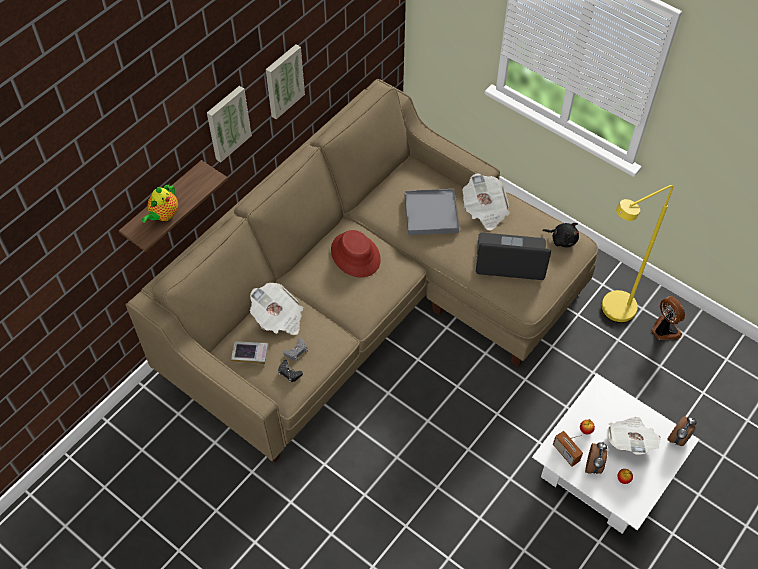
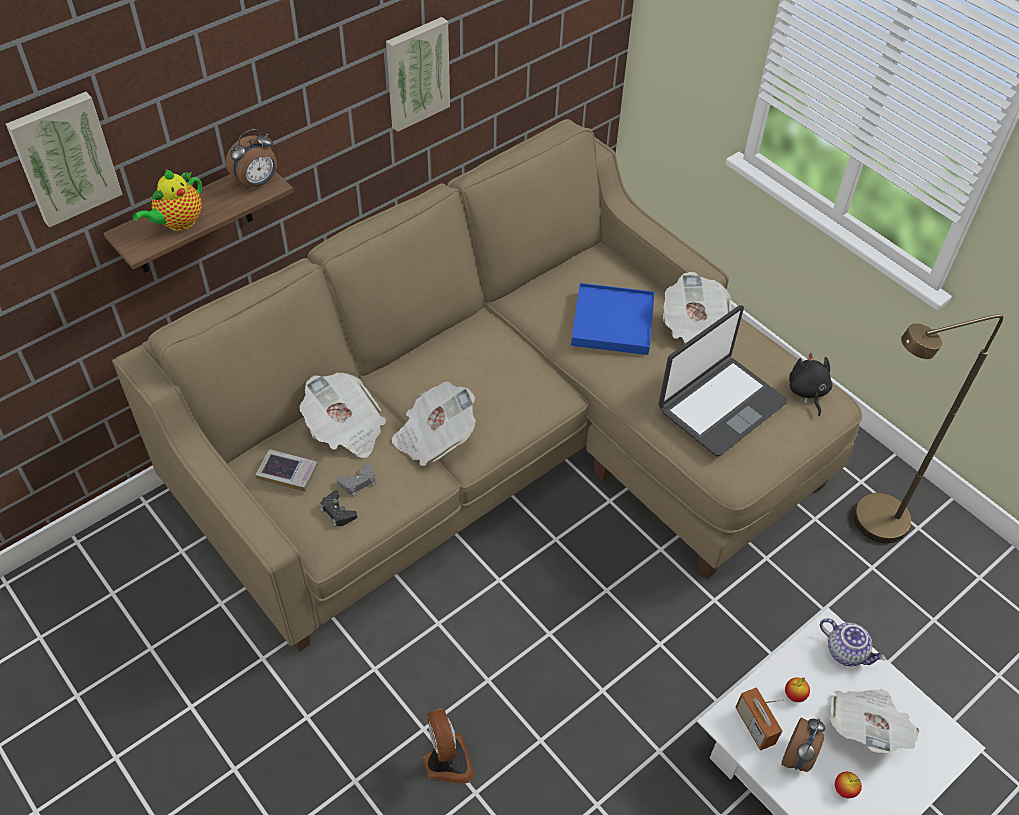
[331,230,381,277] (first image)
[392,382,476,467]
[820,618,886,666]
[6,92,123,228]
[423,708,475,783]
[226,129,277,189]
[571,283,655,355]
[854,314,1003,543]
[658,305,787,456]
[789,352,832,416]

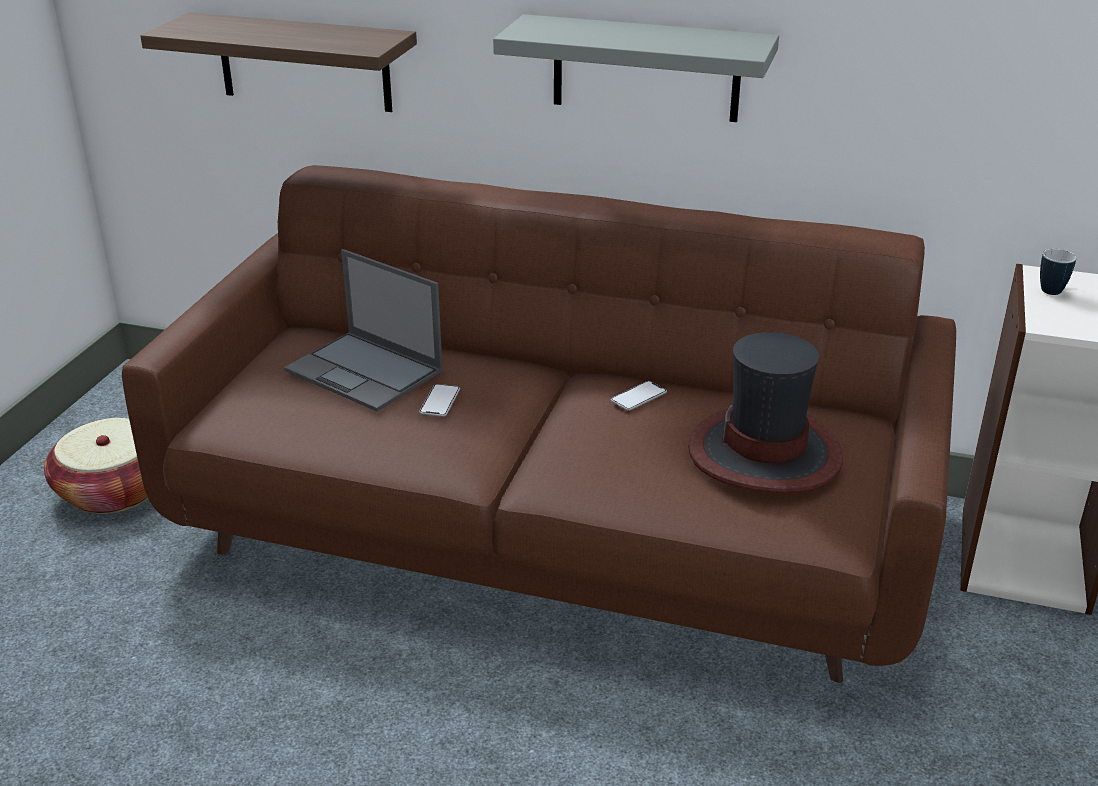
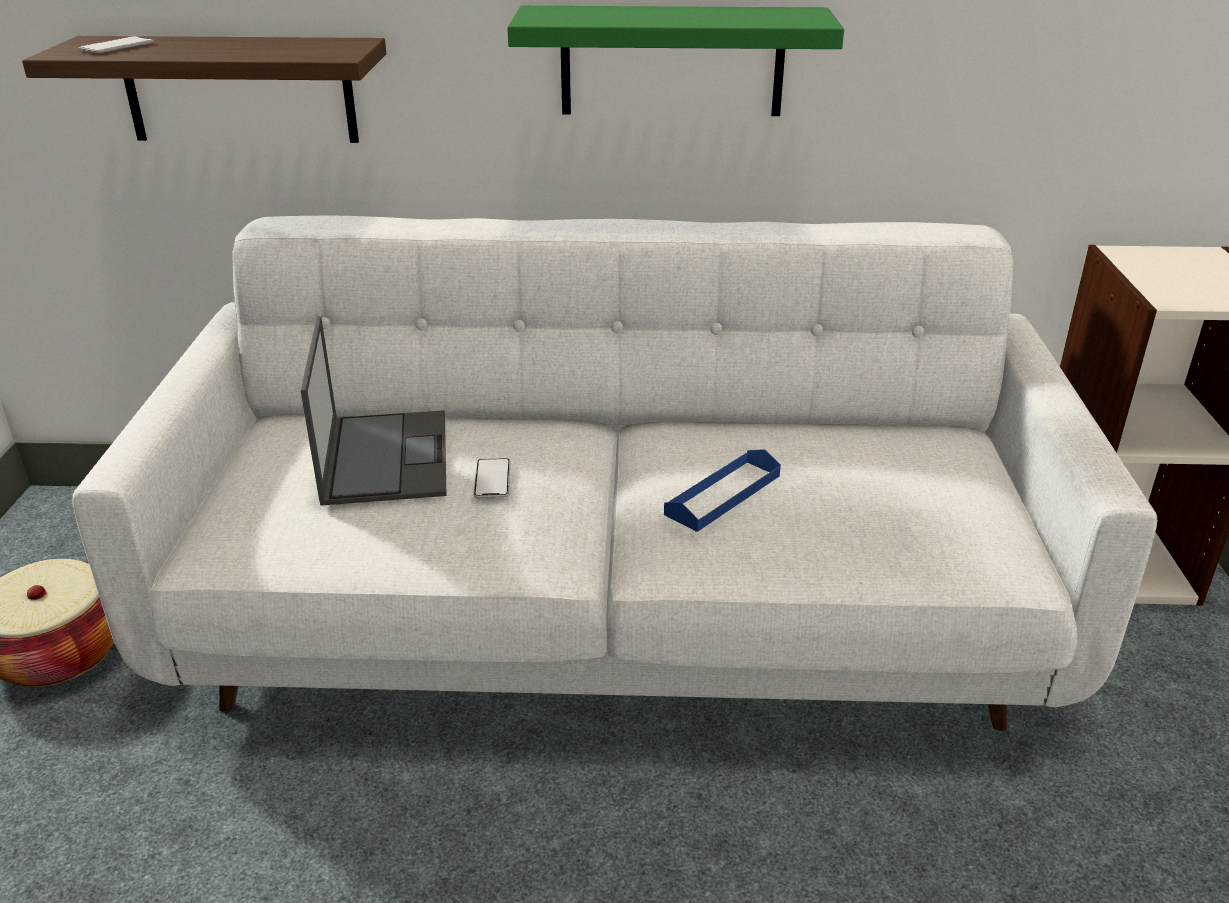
[688,332,843,494] (first image)
[1040,249,1076,295] (first image)
[664,449,781,532]
[78,36,154,53]
[72,216,1157,731]
[507,6,844,116]
[301,316,446,506]

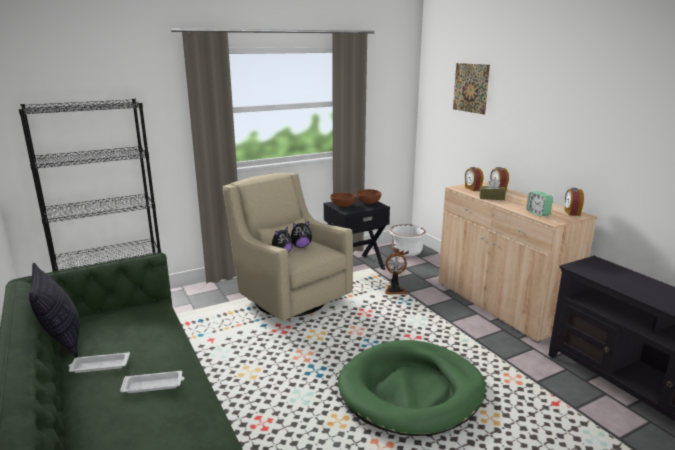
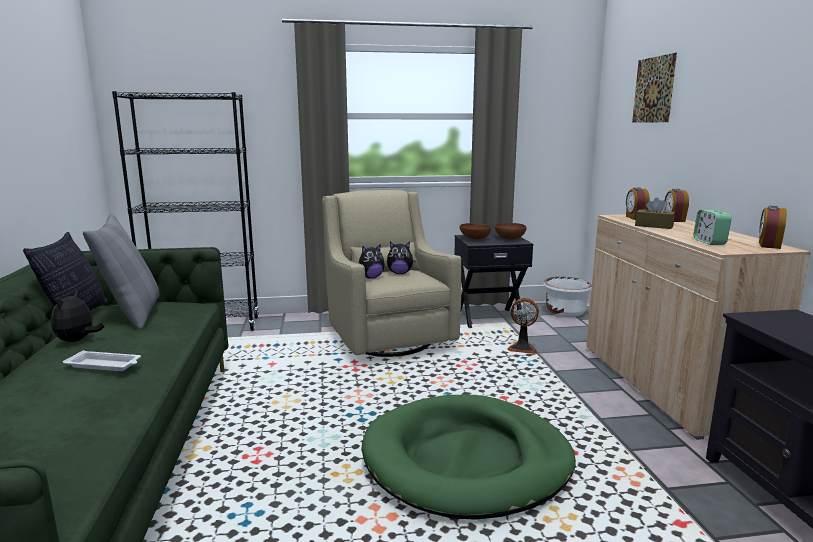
[83,214,159,330]
[51,289,104,342]

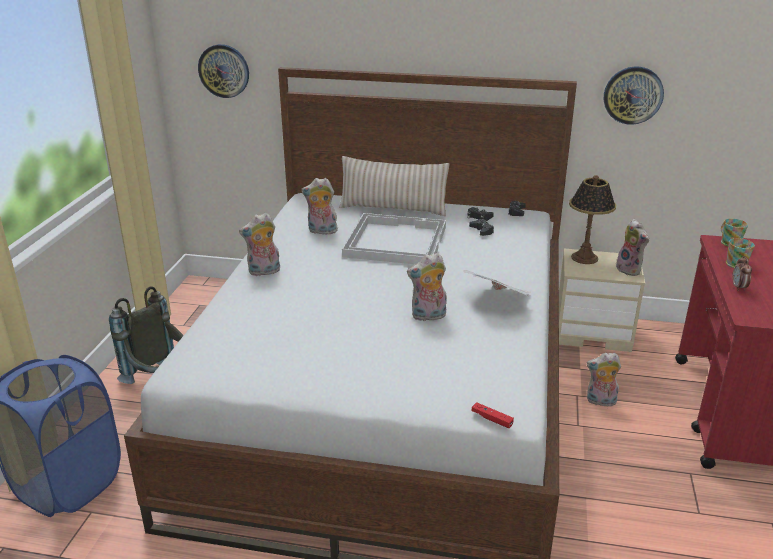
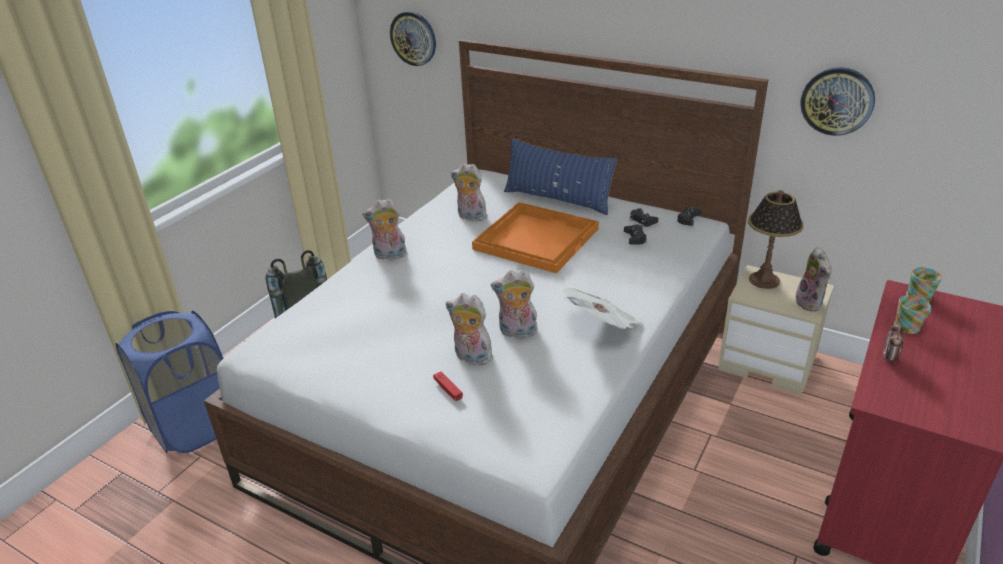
[433,372,463,401]
[446,293,493,365]
[504,138,617,215]
[472,202,599,273]

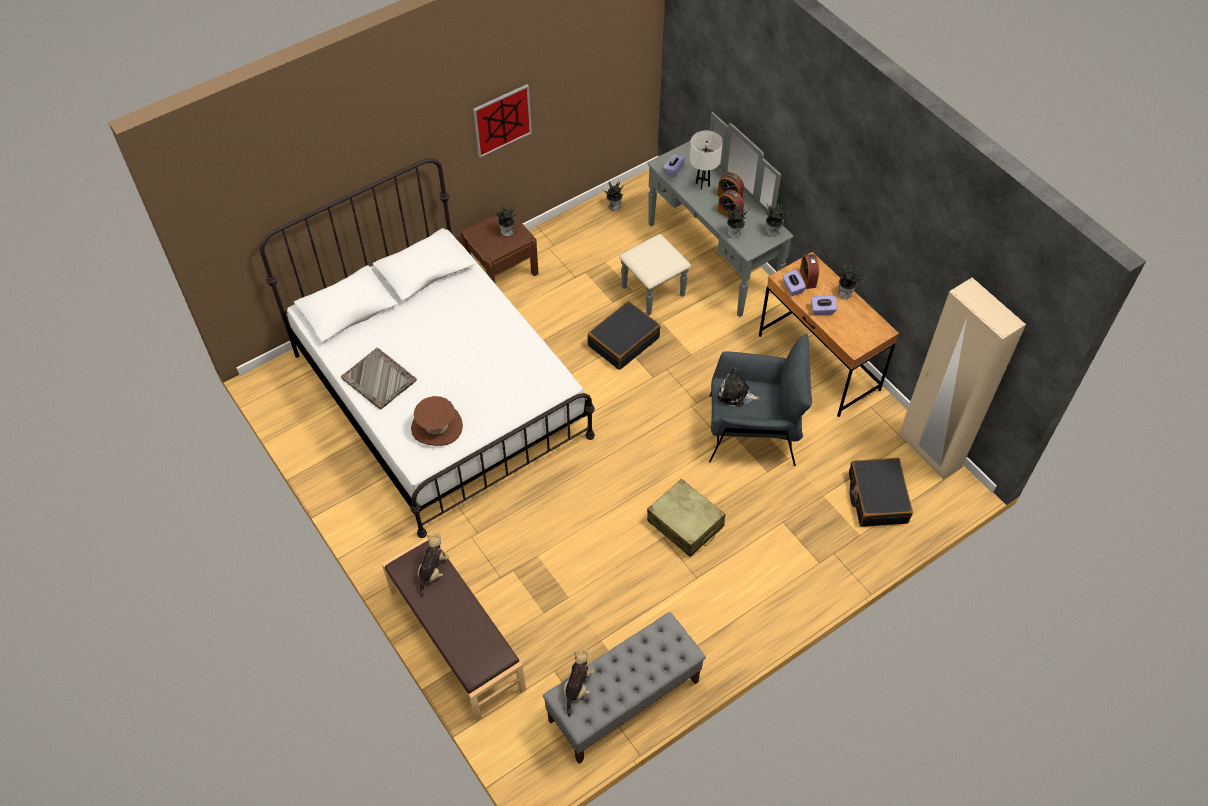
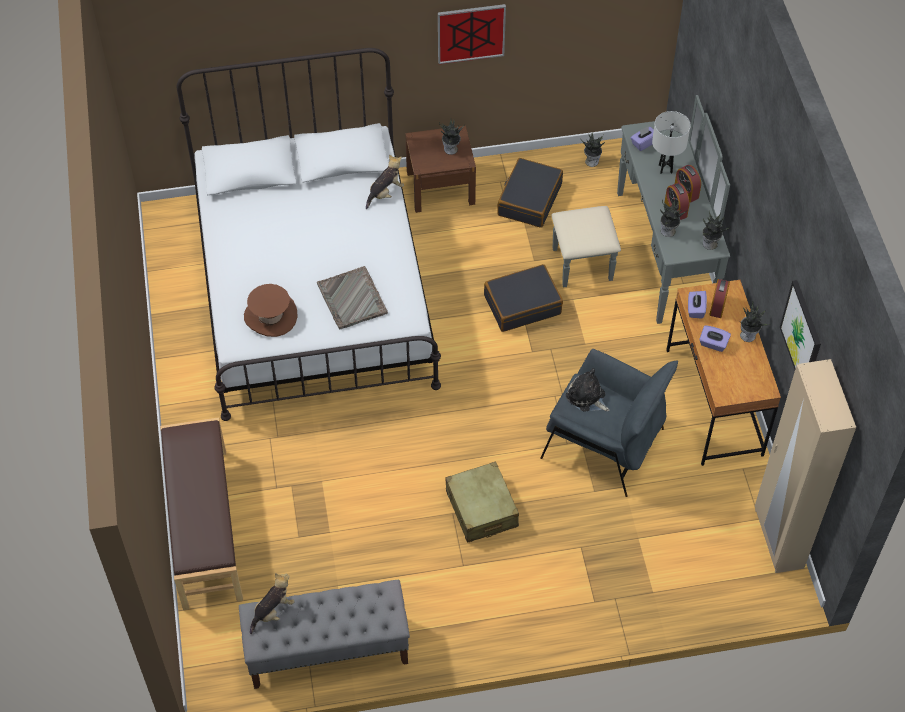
[780,280,821,369]
[317,266,388,330]
[366,155,404,209]
[497,158,563,228]

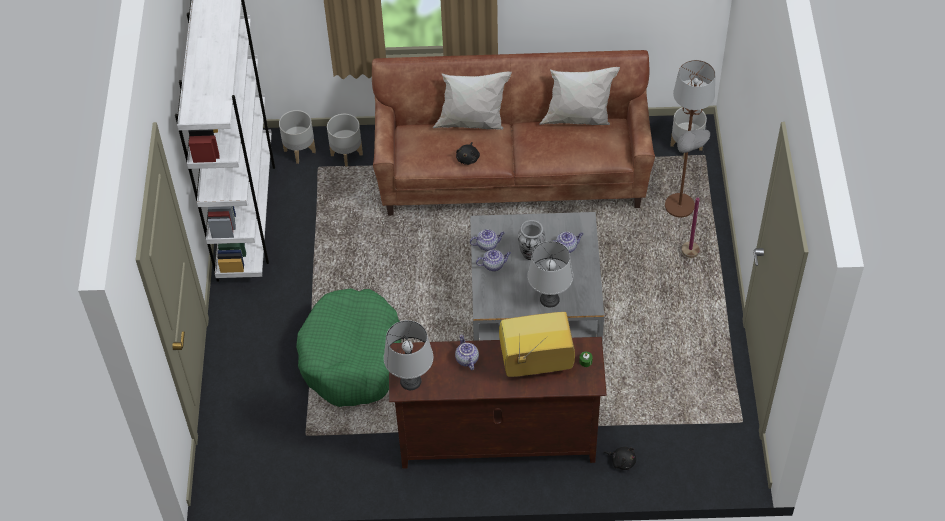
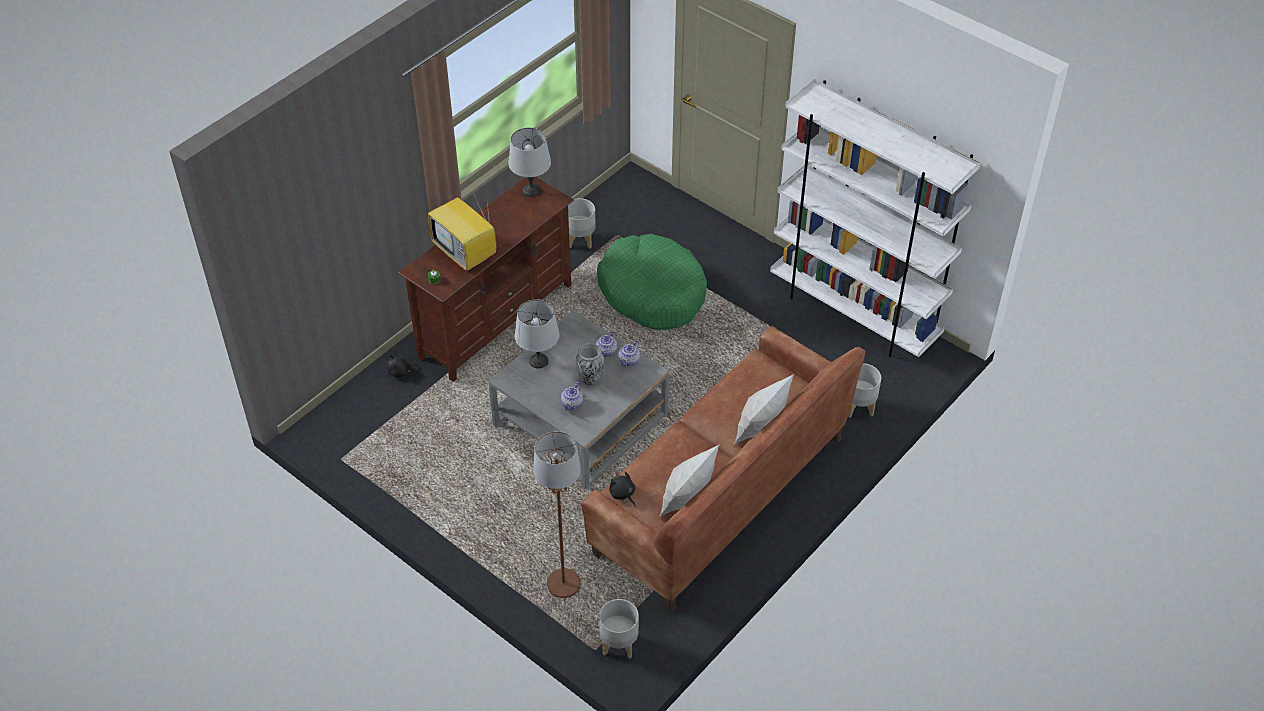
[455,334,479,370] (first image)
[677,127,710,258] (first image)
[568,198,596,249]
[609,472,635,507]
[428,193,496,271]

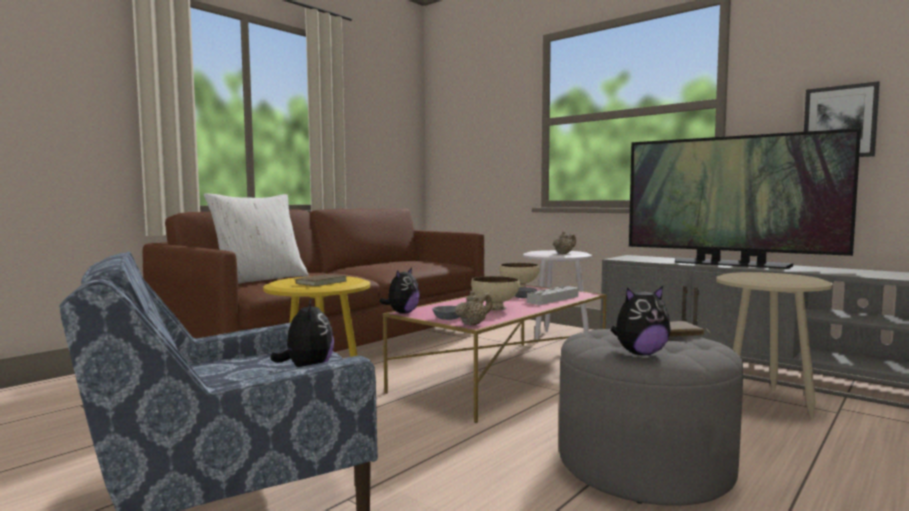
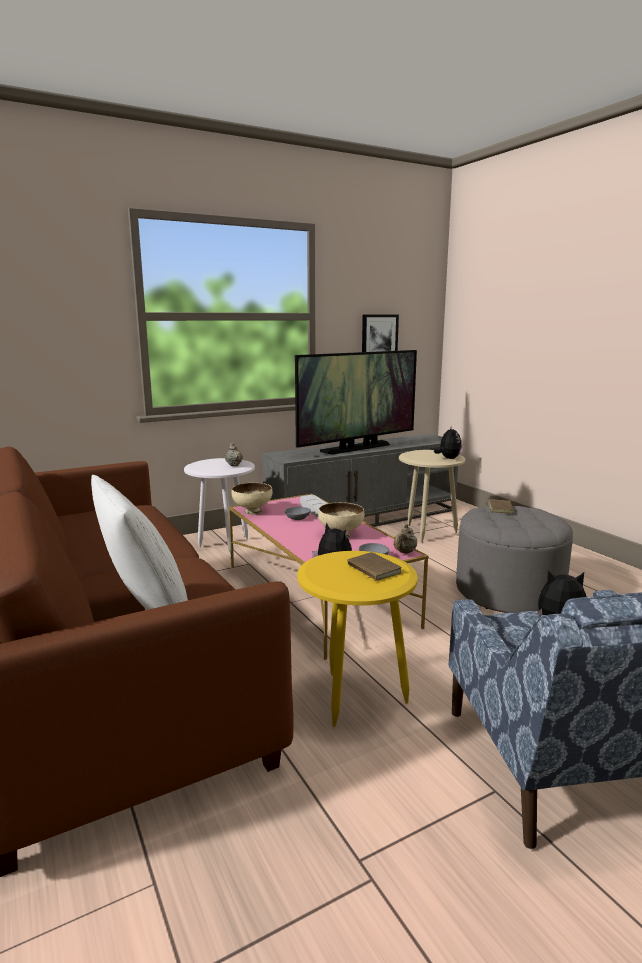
[434,426,462,459]
[393,524,417,554]

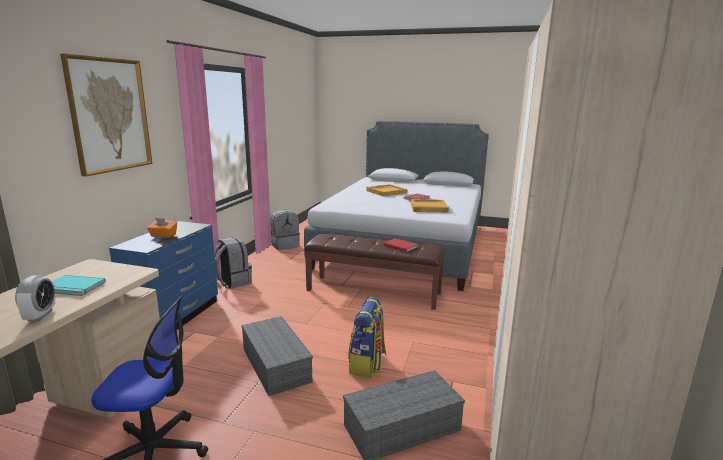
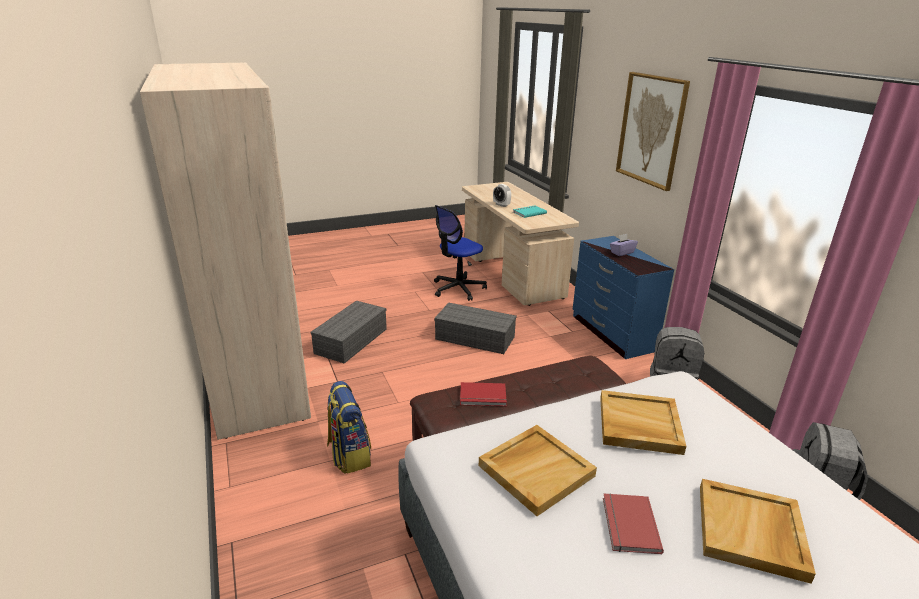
[600,390,686,455]
[327,381,371,474]
[610,234,638,256]

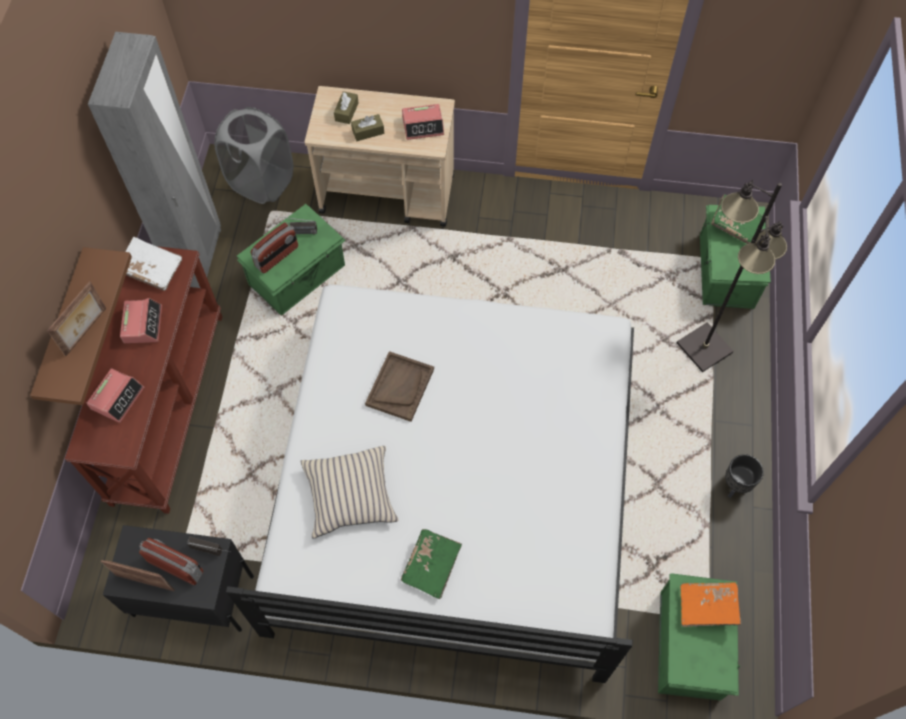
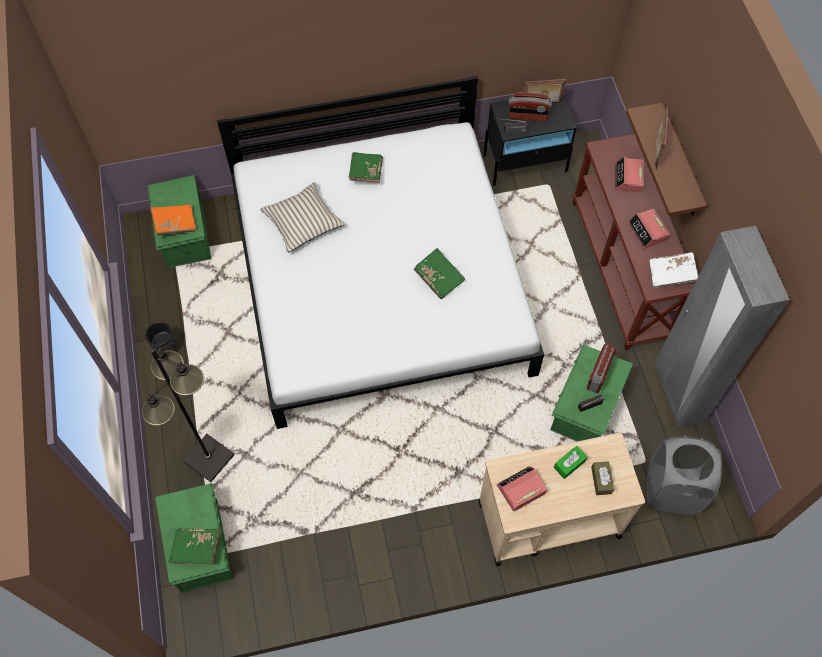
[260,182,345,253]
[414,248,465,299]
[554,446,587,479]

